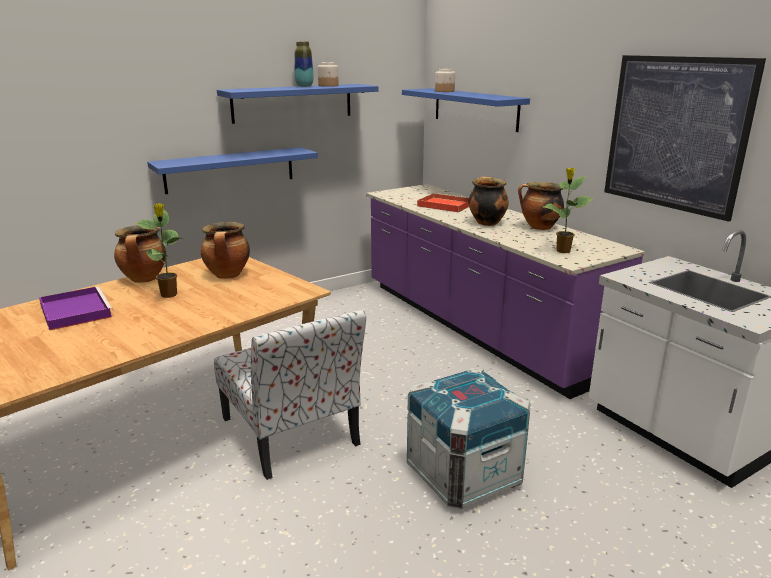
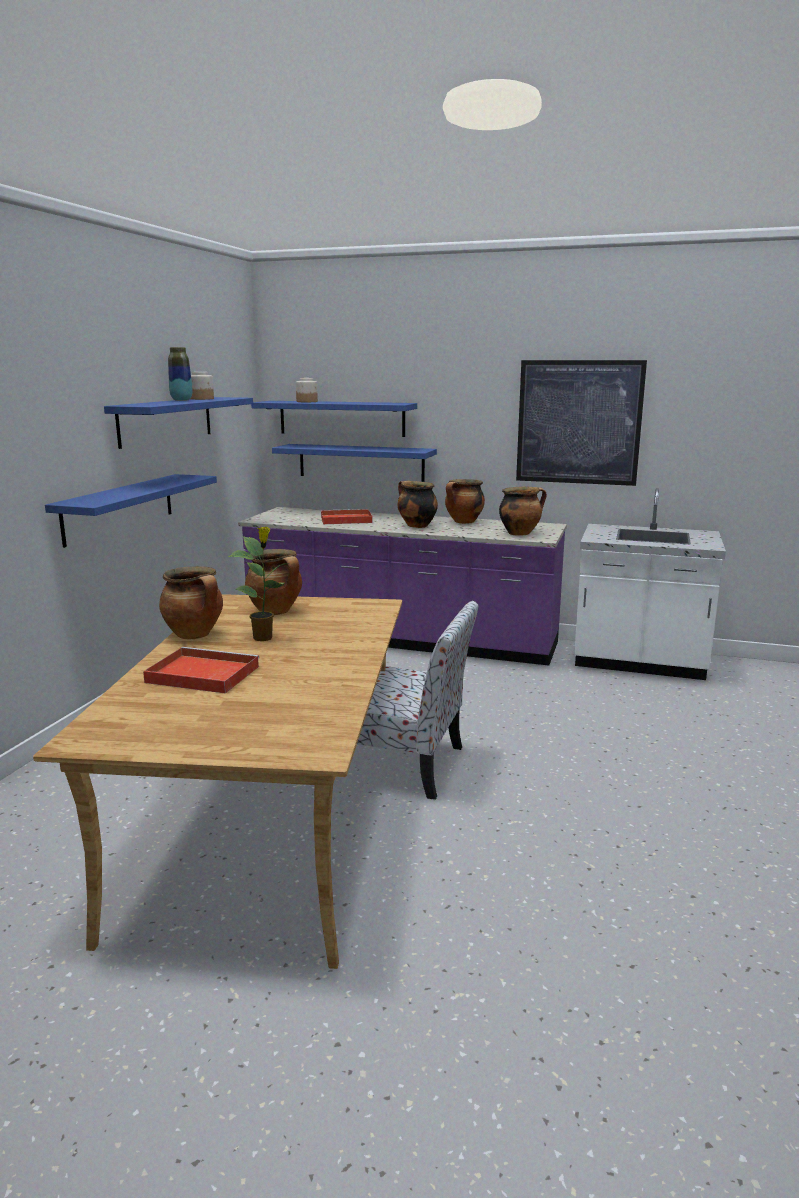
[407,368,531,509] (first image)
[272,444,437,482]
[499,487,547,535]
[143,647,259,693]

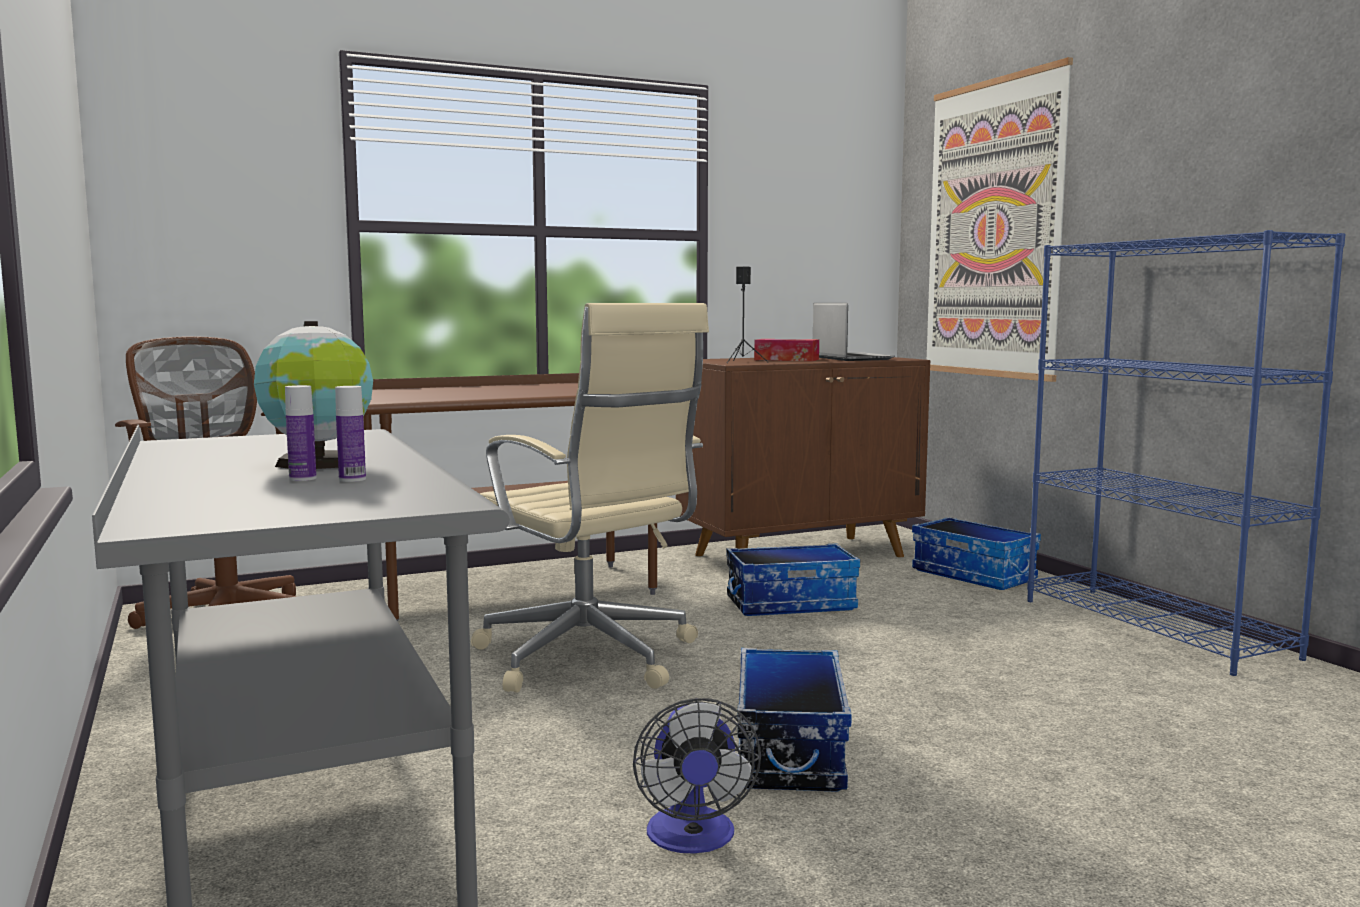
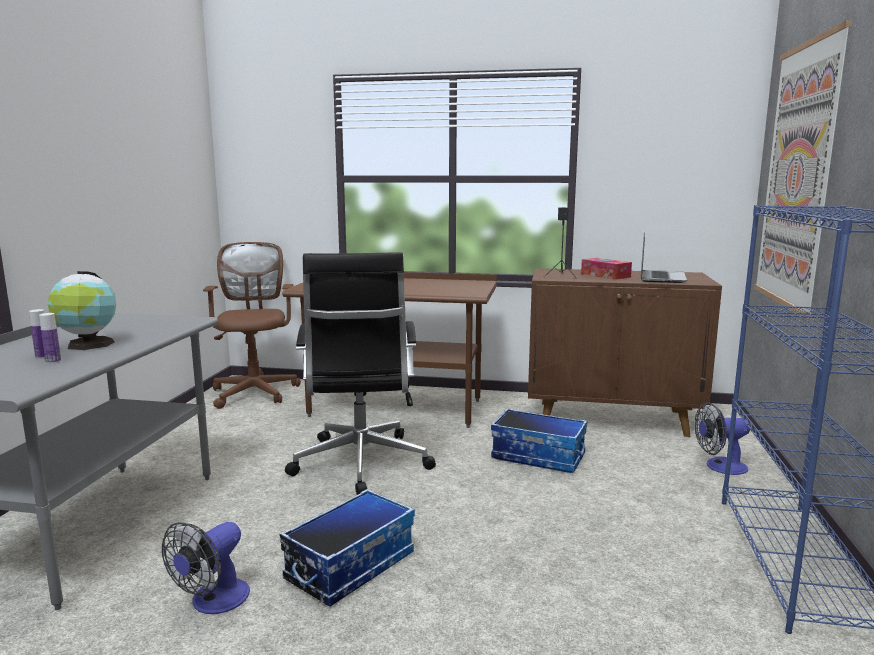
[695,402,750,475]
[285,252,436,495]

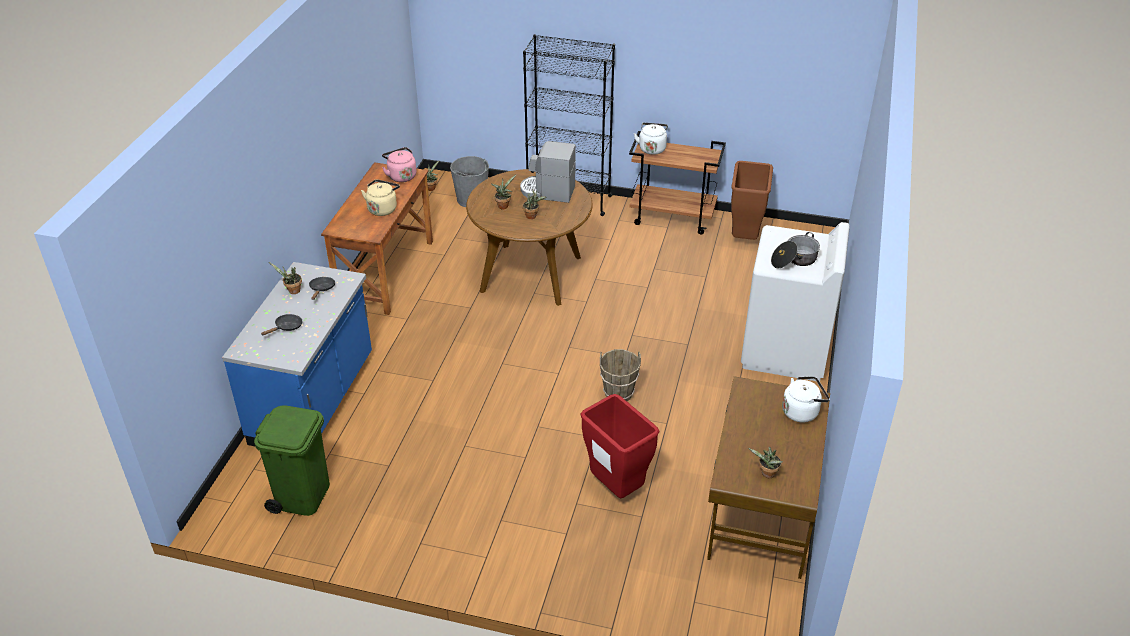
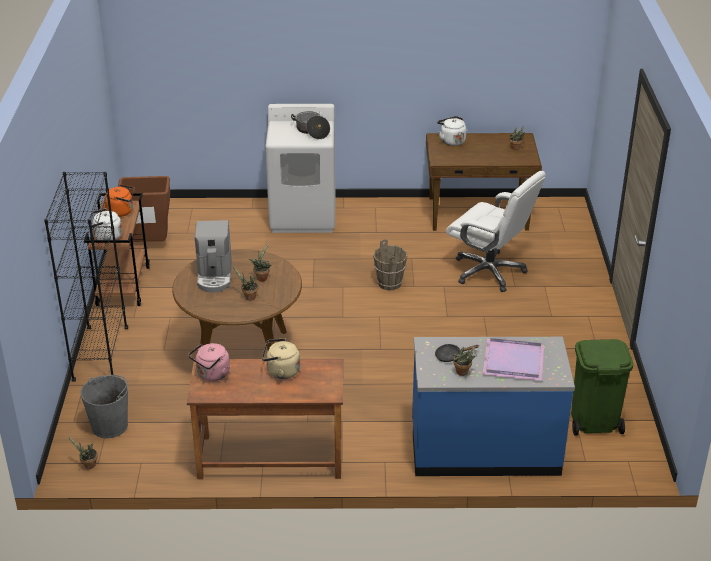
[104,184,135,217]
[483,338,544,381]
[446,171,546,292]

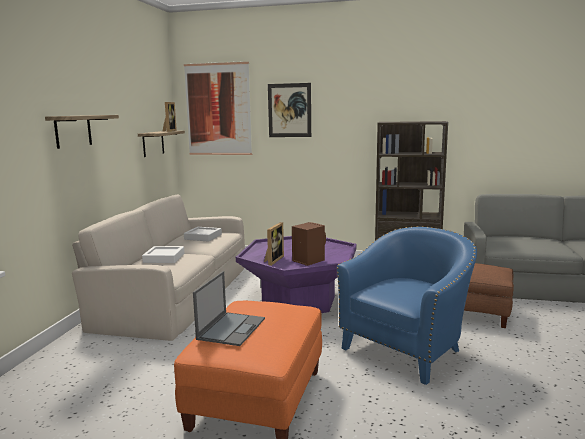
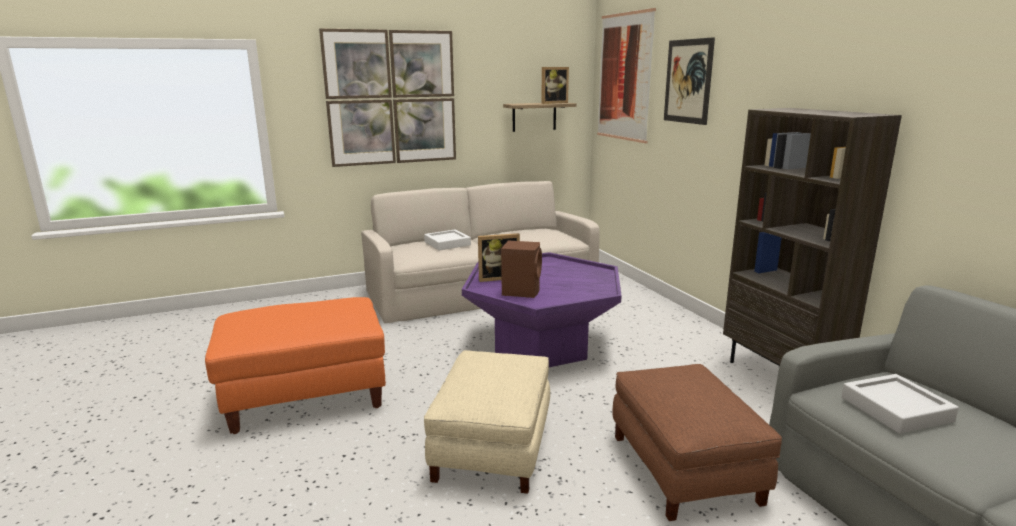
[193,271,265,346] (first image)
[841,374,959,434]
[319,28,456,167]
[424,350,550,494]

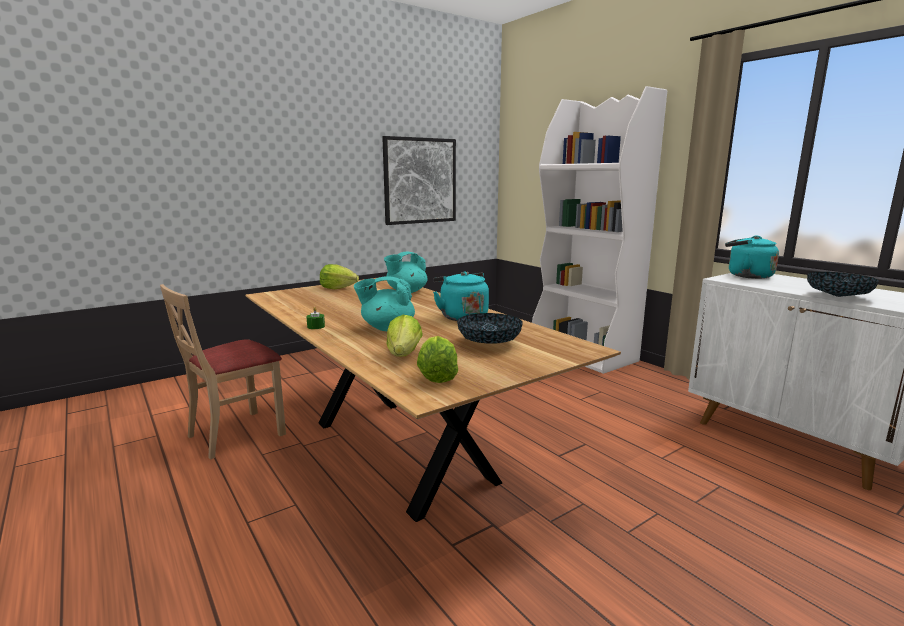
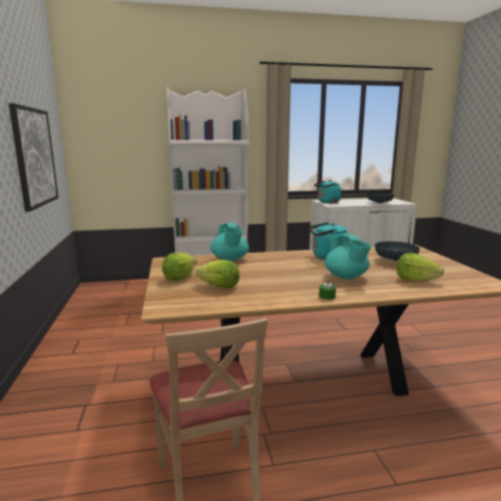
[196,259,240,289]
[324,235,371,279]

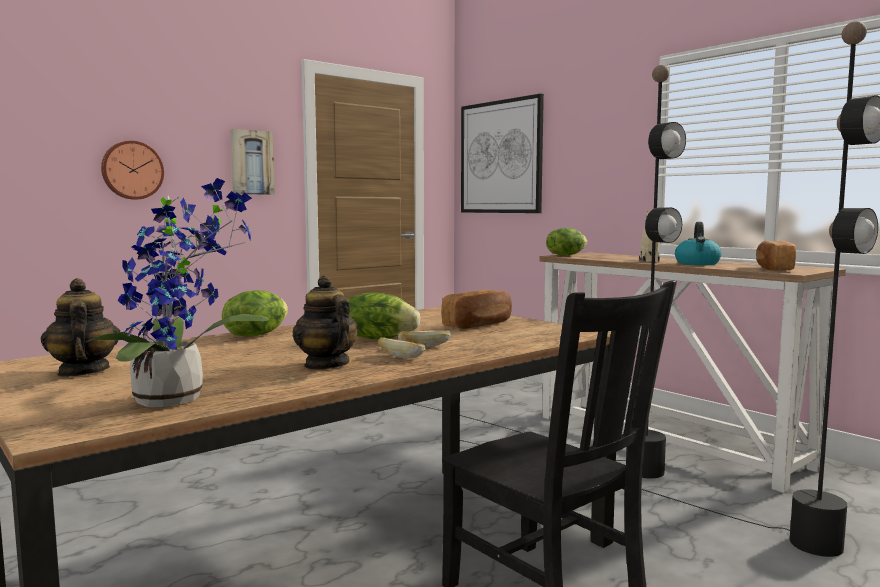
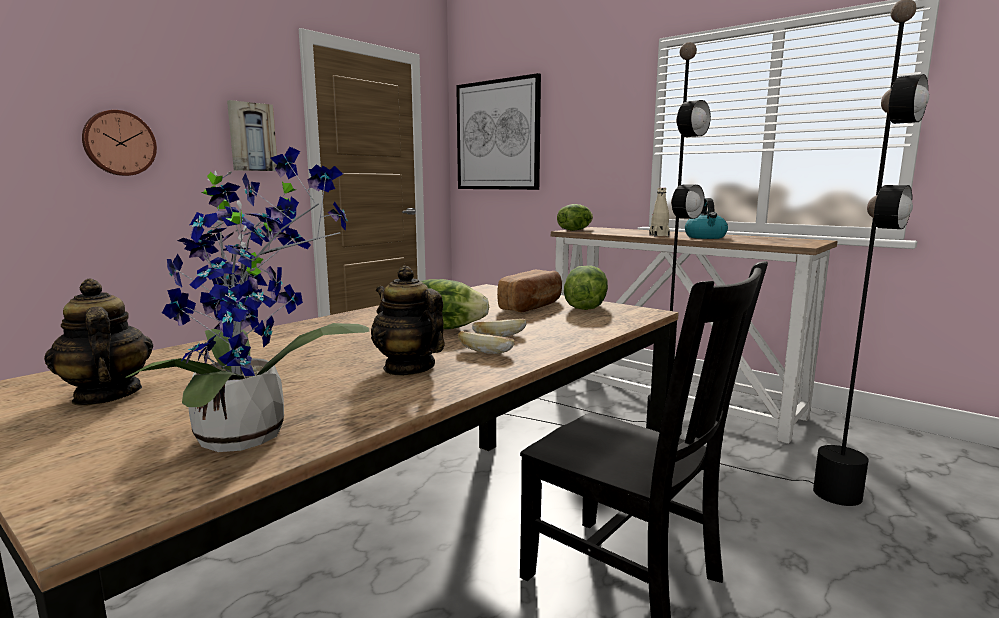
[756,240,796,270] (first image)
[564,266,608,310]

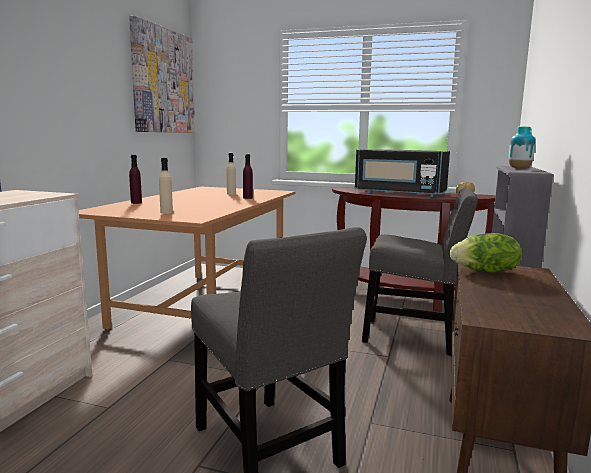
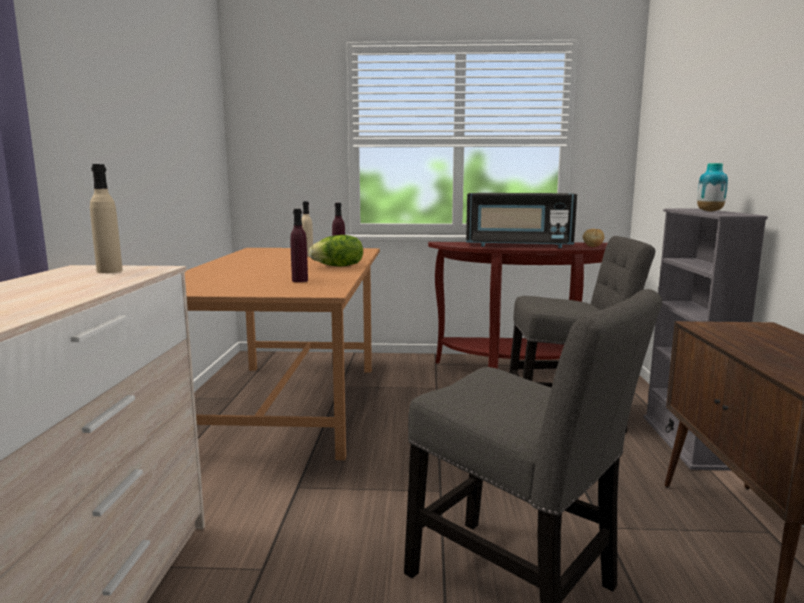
[129,16,195,133] (first image)
[290,209,308,282]
[90,164,123,273]
[309,235,363,267]

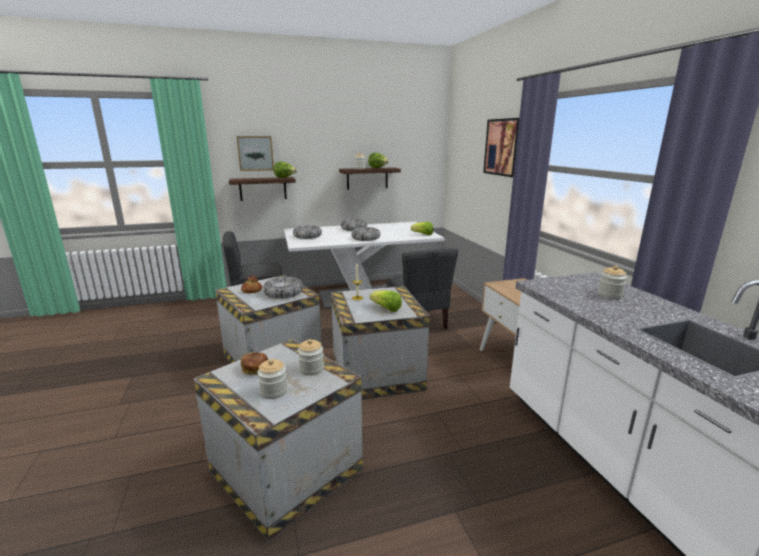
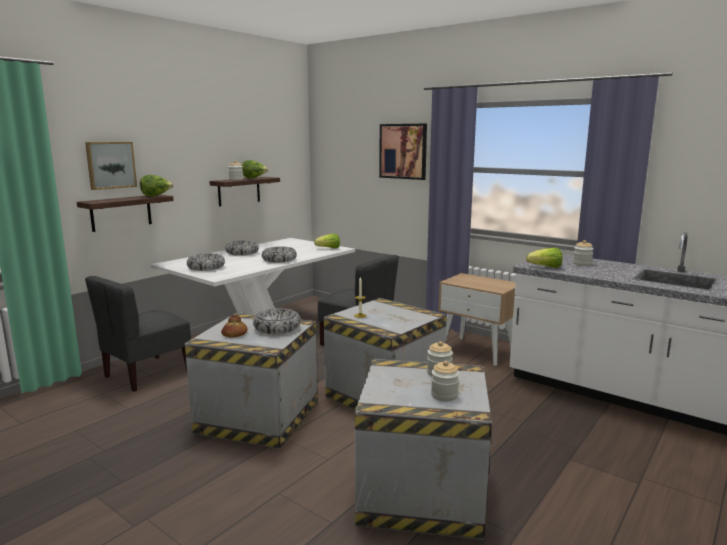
[241,352,268,375] (first image)
[526,247,563,268]

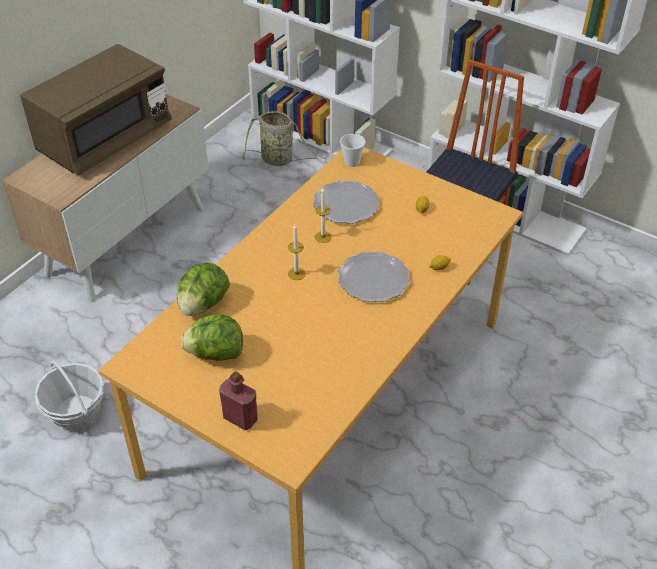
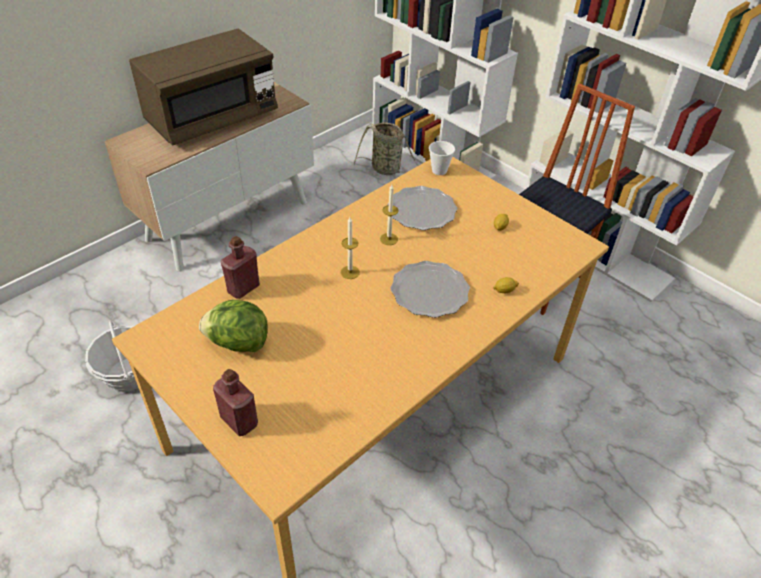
[221,236,260,299]

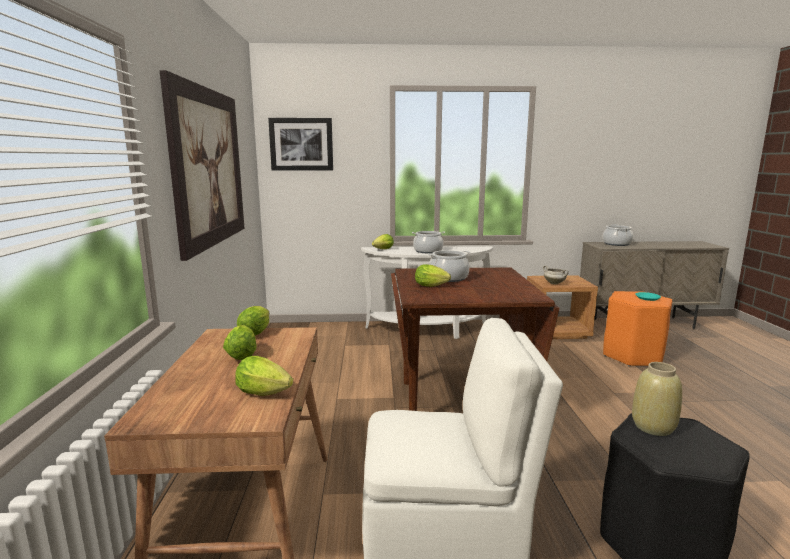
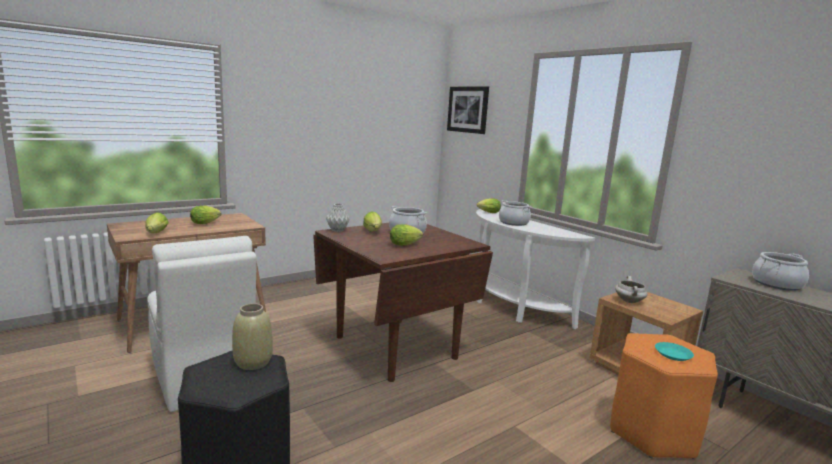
[160,70,245,261] (first image)
[326,204,350,232]
[390,224,423,245]

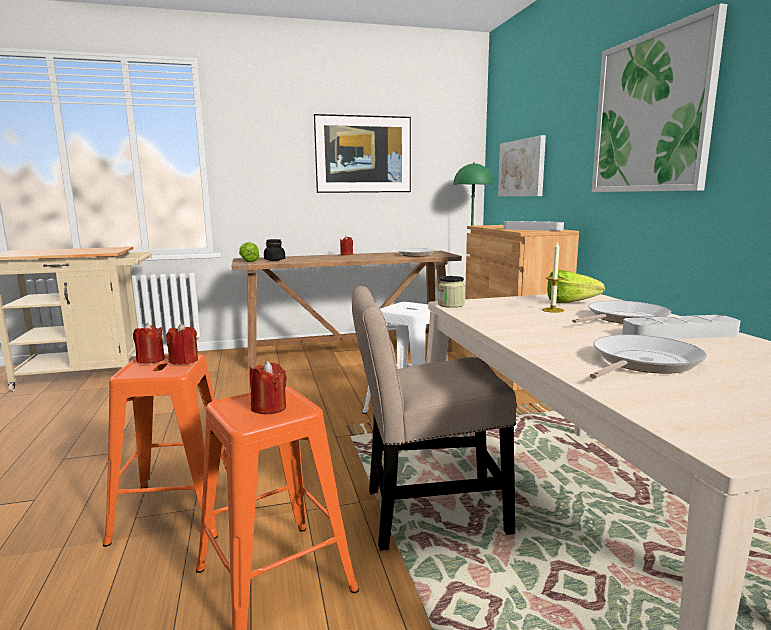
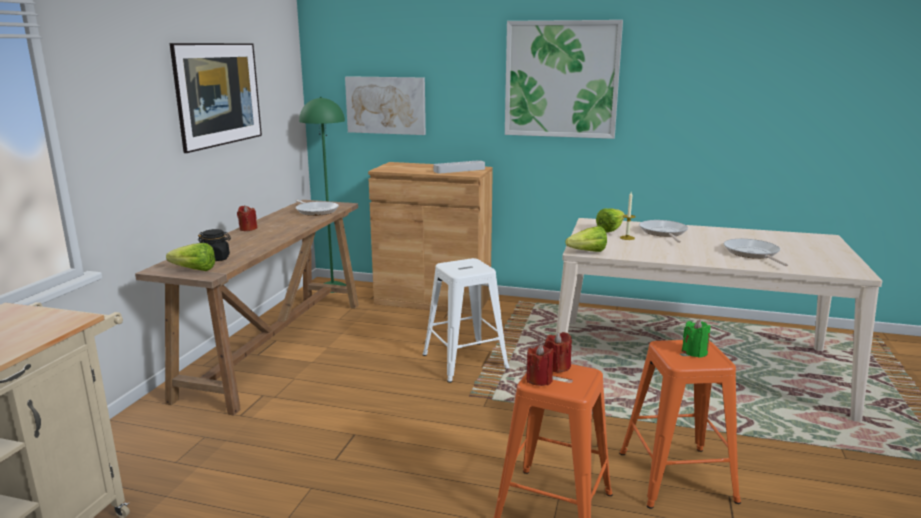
[352,286,516,551] (first image)
[622,315,741,339] (first image)
[566,226,607,252]
[682,320,711,358]

